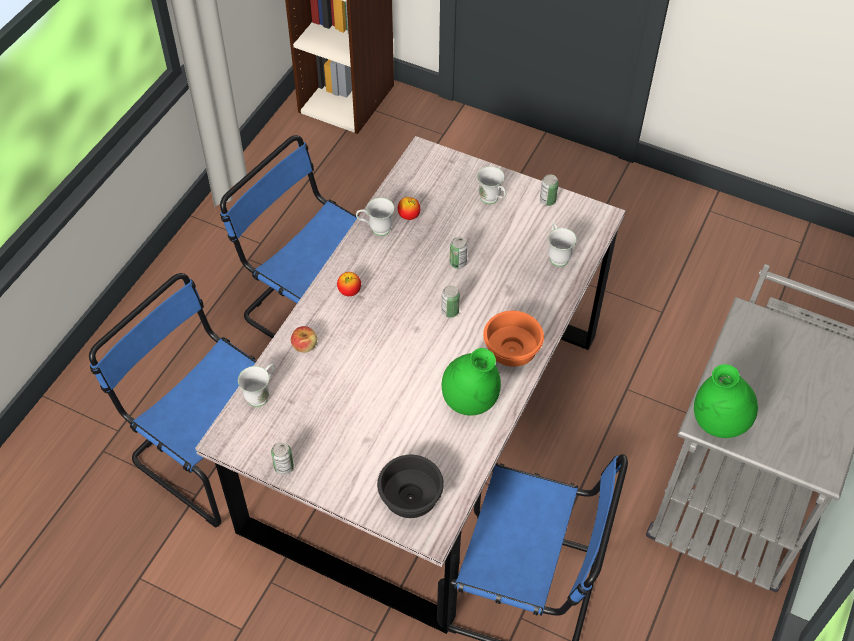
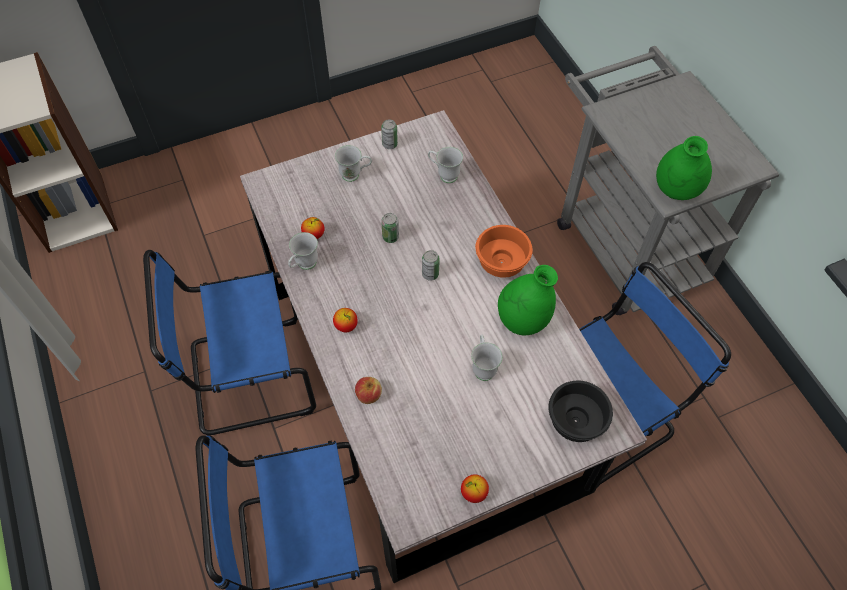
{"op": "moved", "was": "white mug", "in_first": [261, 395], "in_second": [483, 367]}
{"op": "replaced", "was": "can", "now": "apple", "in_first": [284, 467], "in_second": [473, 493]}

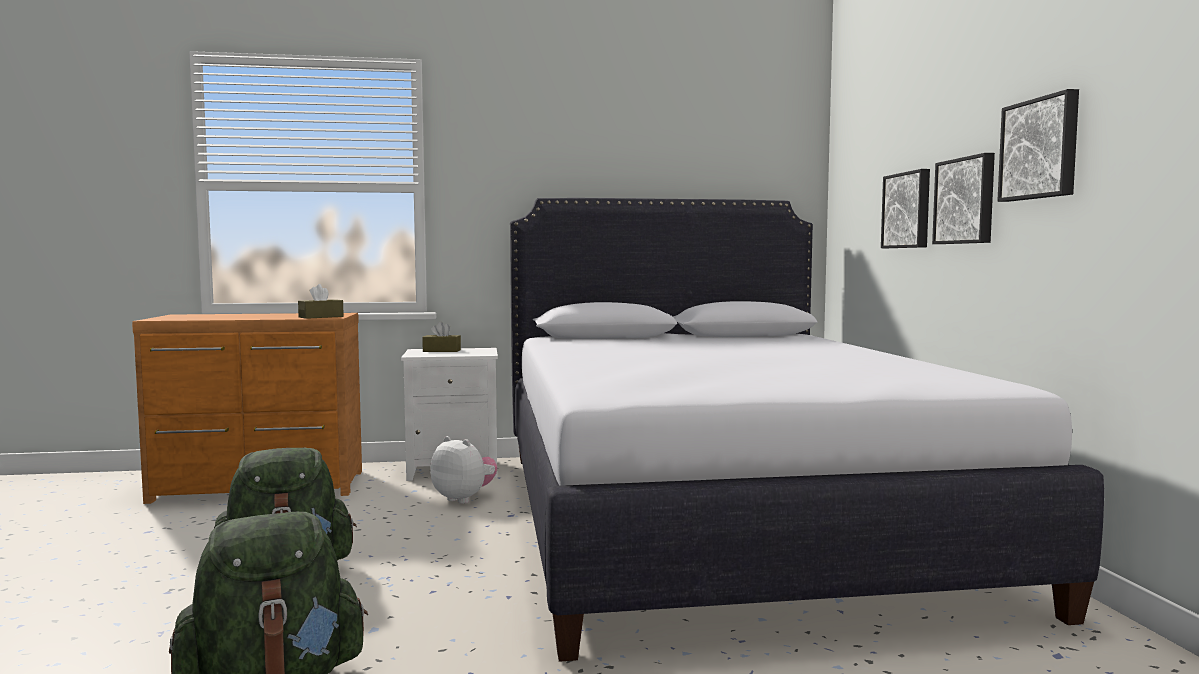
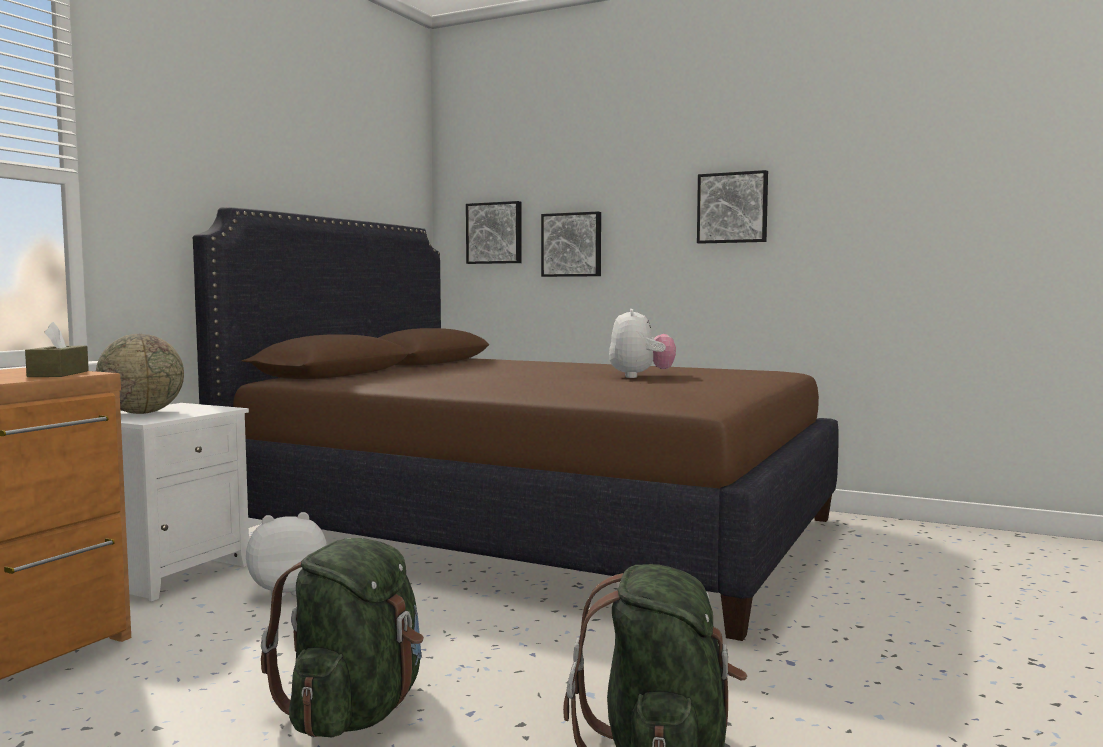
{"op": "added", "now": "plush toy", "in_second": [640, 376]}
{"op": "moved", "was": "picture", "in_first": [966, 201], "in_second": [495, 233]}
{"op": "replaced", "was": "brown tissue box", "now": "globe", "in_first": [441, 351], "in_second": [142, 413]}
{"op": "recoloured", "was": "white bed", "now": "brown bed", "in_first": [718, 518], "in_second": [536, 531]}

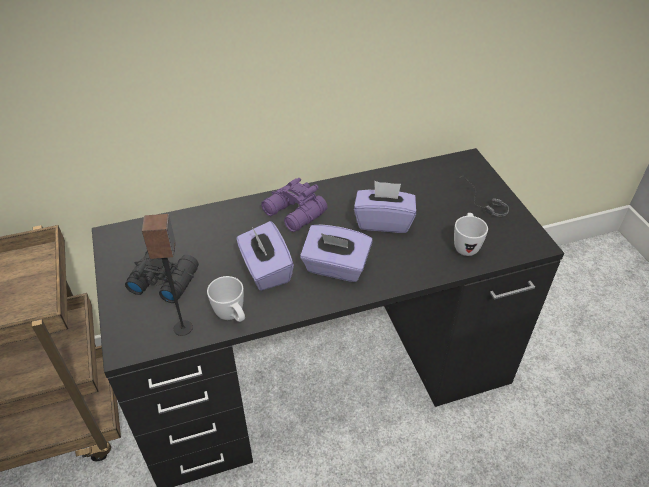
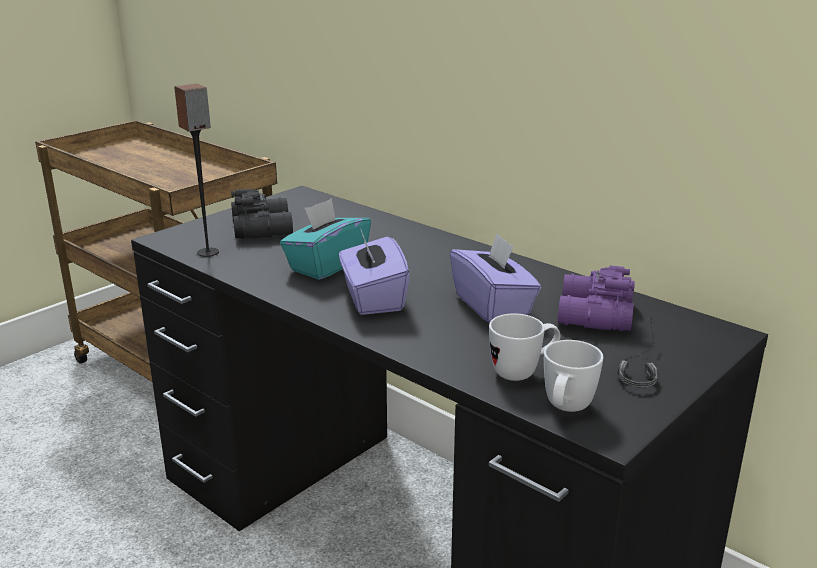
{"op": "moved", "was": "white mug", "in_first": [232, 316], "in_second": [565, 410]}
{"op": "moved", "was": "purple binoculars", "in_first": [294, 214], "in_second": [592, 315]}
{"op": "recoloured", "was": "purple tissue box", "now": "turquoise tissue box", "in_first": [265, 270], "in_second": [326, 265]}

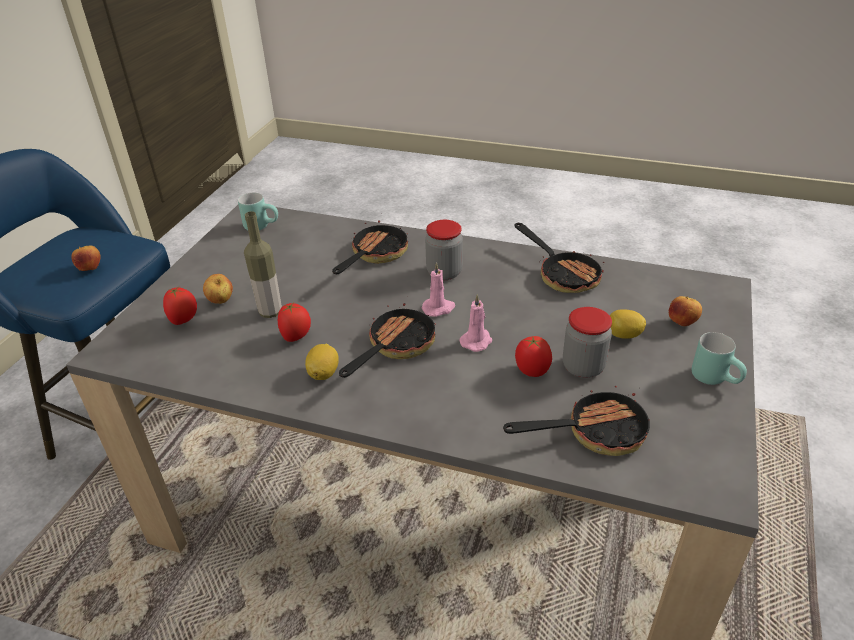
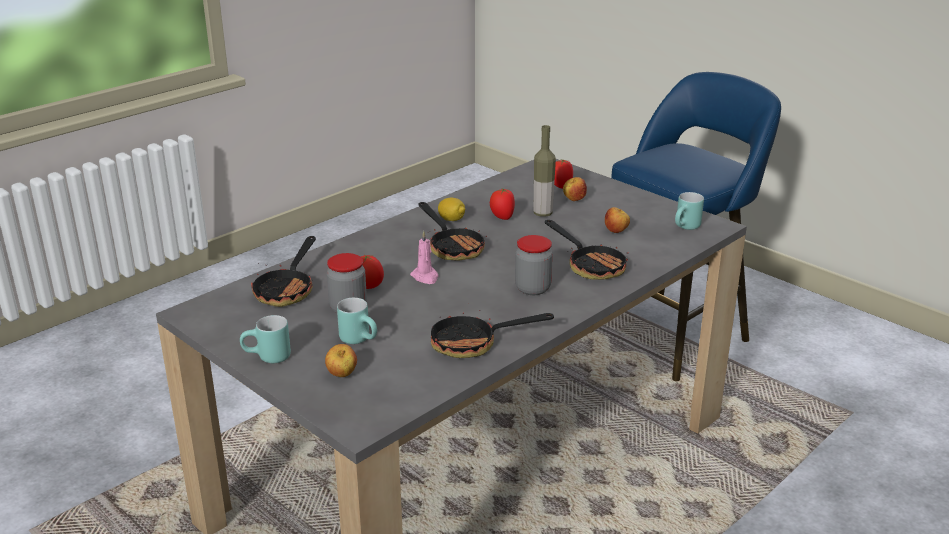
{"op": "removed", "was": "pink candle", "in_first": [439, 308]}
{"op": "moved", "was": "apple", "in_first": [90, 269], "in_second": [616, 231]}
{"op": "replaced", "was": "lemon", "now": "turquoise mug", "in_first": [623, 335], "in_second": [361, 339]}

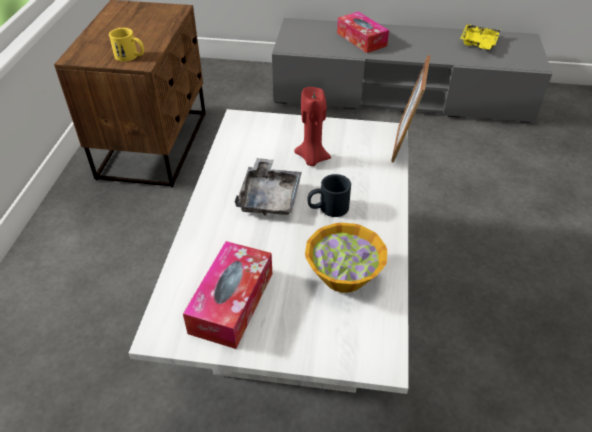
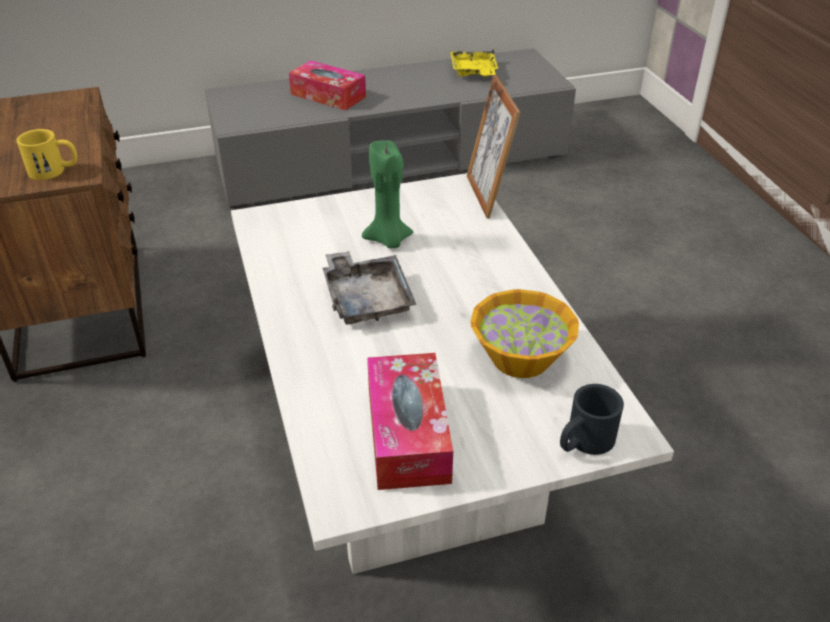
{"op": "moved", "was": "black mug", "in_first": [328, 208], "in_second": [583, 442]}
{"op": "recoloured", "was": "red candle", "now": "green candle", "in_first": [312, 159], "in_second": [388, 240]}

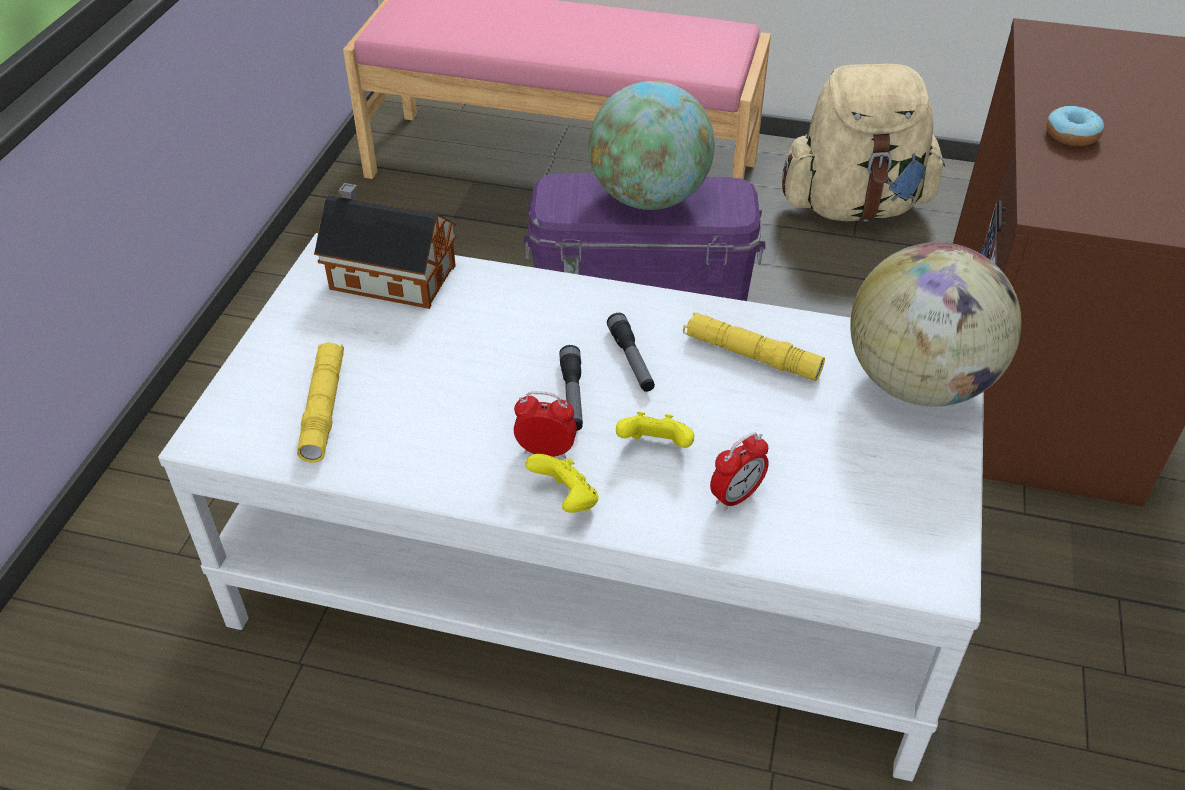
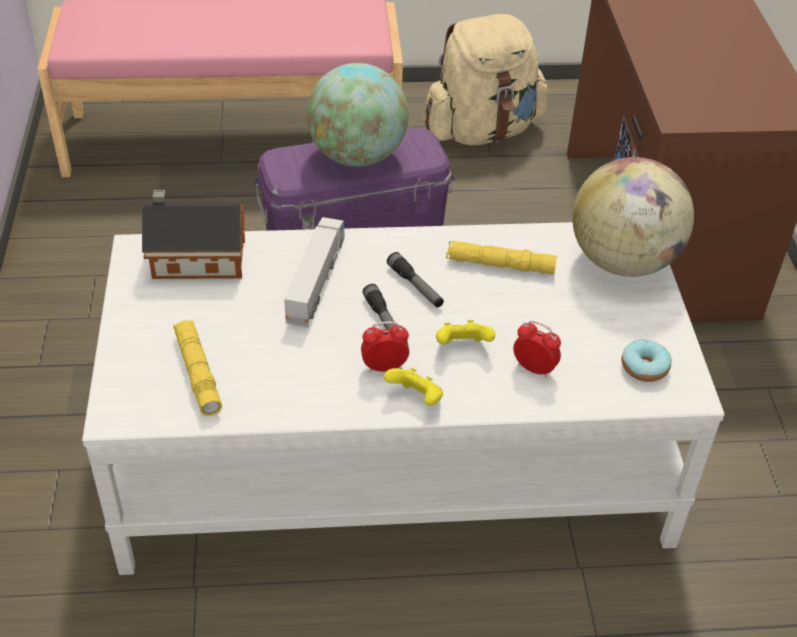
{"op": "added", "now": "toy truck", "in_second": [316, 281]}
{"op": "moved", "was": "donut", "in_first": [1071, 135], "in_second": [644, 367]}
{"op": "turned", "was": "alarm clock", "in_first": [736, 496], "in_second": [534, 368], "clockwise": -90}

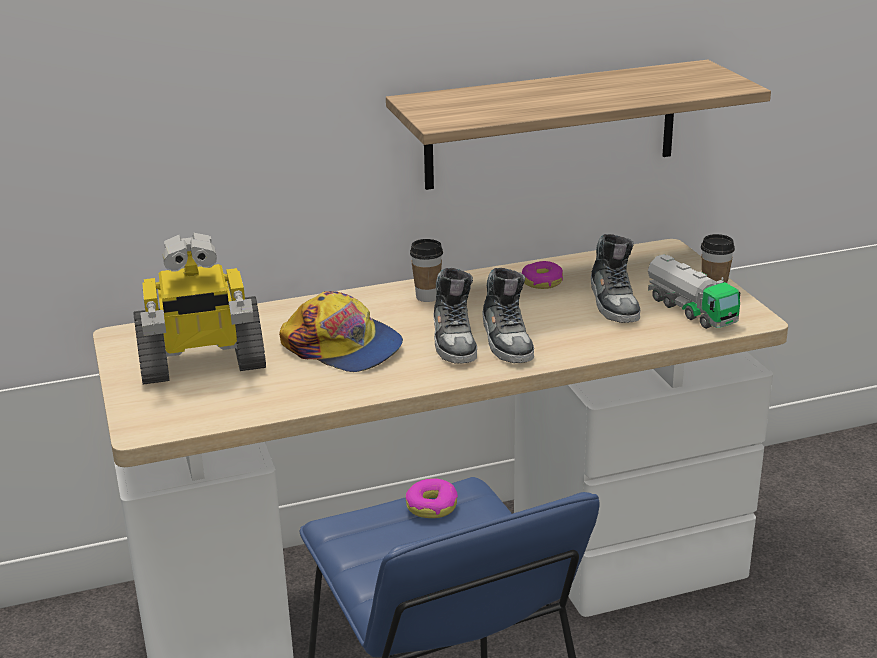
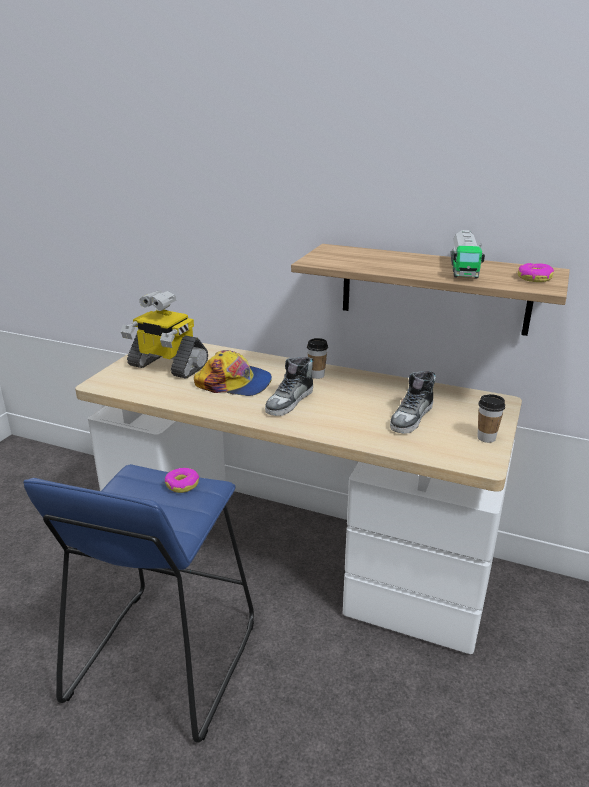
{"op": "removed", "was": "shoe", "in_first": [507, 340]}
{"op": "moved", "was": "donut", "in_first": [542, 282], "in_second": [534, 278]}
{"op": "moved", "was": "toy truck", "in_first": [690, 310], "in_second": [463, 269]}
{"op": "turned", "was": "cap", "in_first": [343, 347], "in_second": [234, 383], "clockwise": -60}

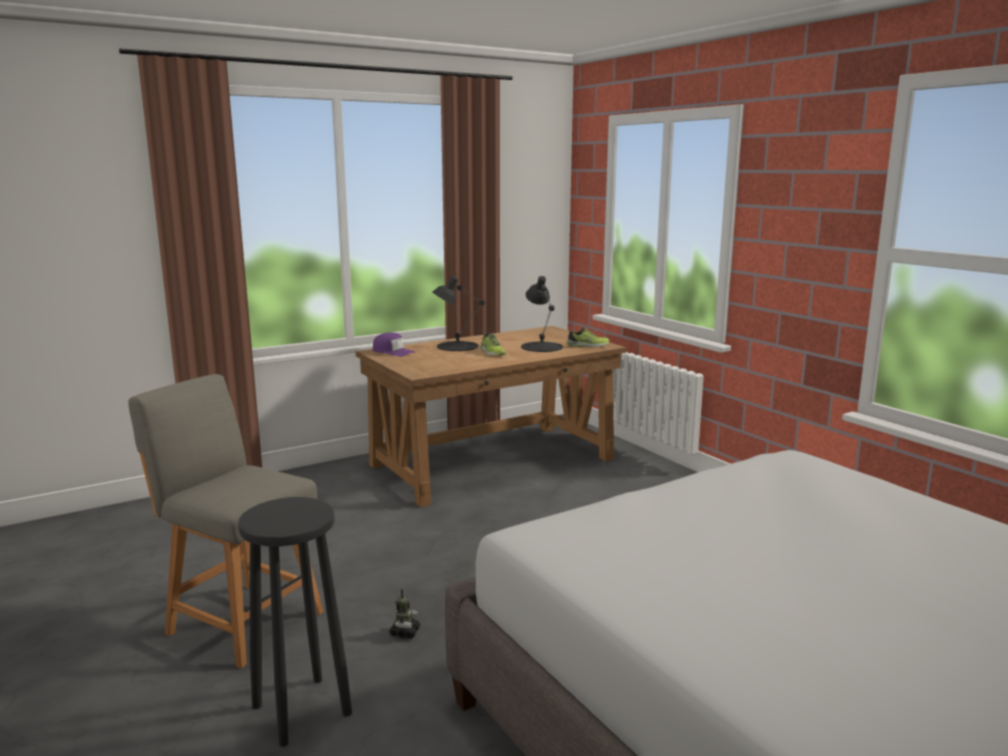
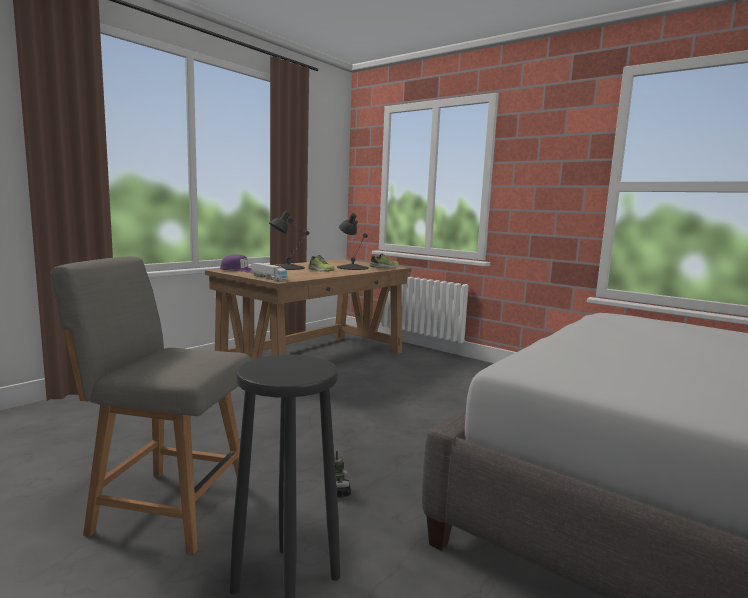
{"op": "added", "now": "toy truck", "in_second": [268, 278]}

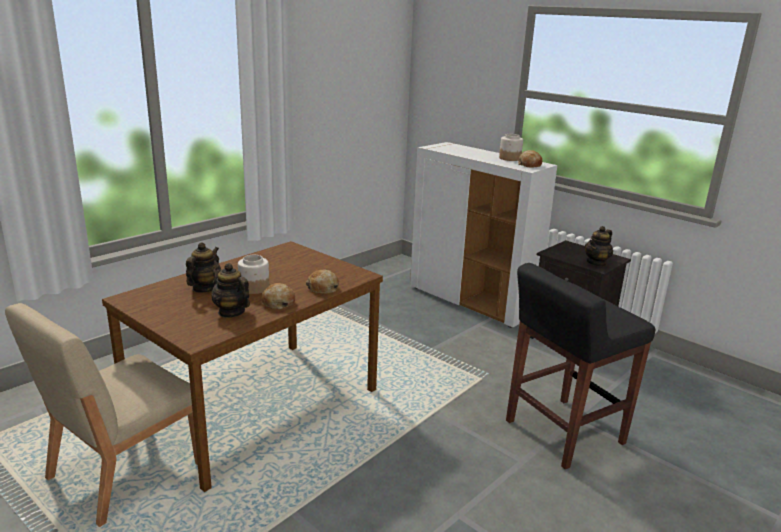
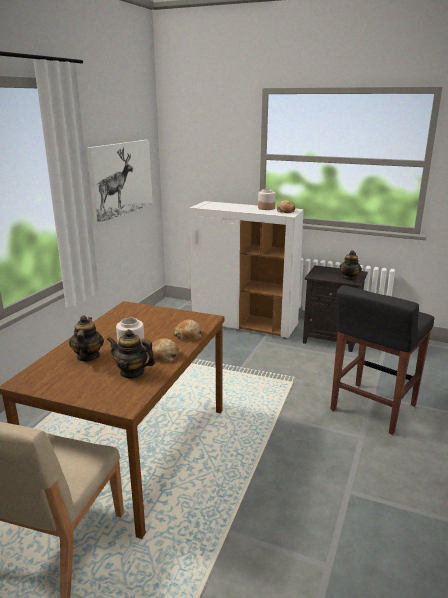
{"op": "added", "now": "picture", "in_second": [121, 179]}

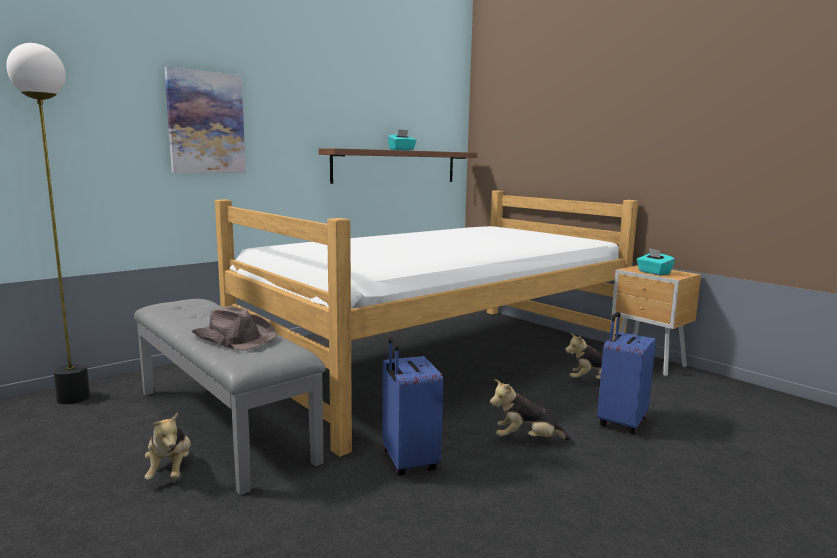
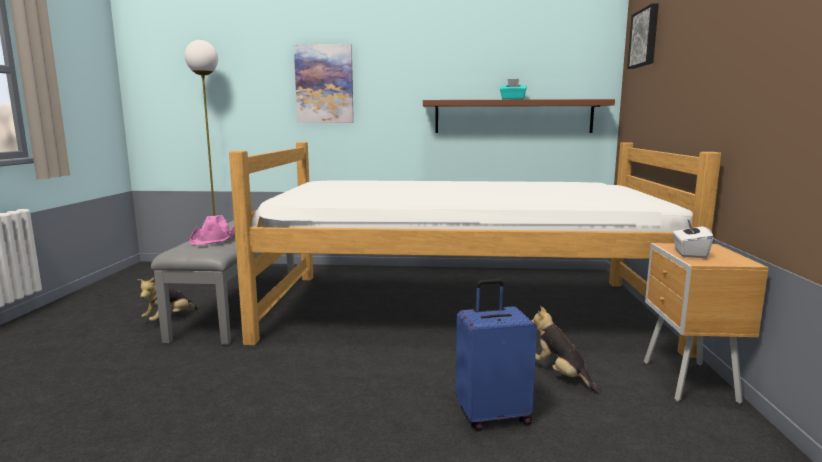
{"op": "removed", "was": "blue suitcase", "in_first": [407, 462]}
{"op": "removed", "was": "plush toy", "in_first": [526, 440]}
{"op": "added", "now": "picture", "in_second": [645, 38]}
{"op": "recoloured", "was": "brown hat", "now": "pink hat", "in_first": [234, 338], "in_second": [216, 238]}
{"op": "recoloured", "was": "turquoise tissue box", "now": "white tissue box", "in_first": [653, 273], "in_second": [689, 253]}

